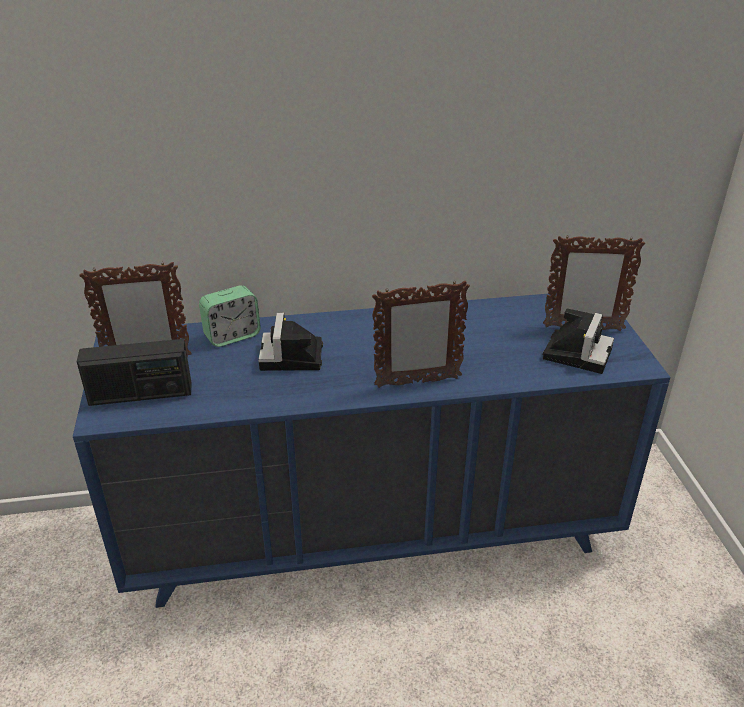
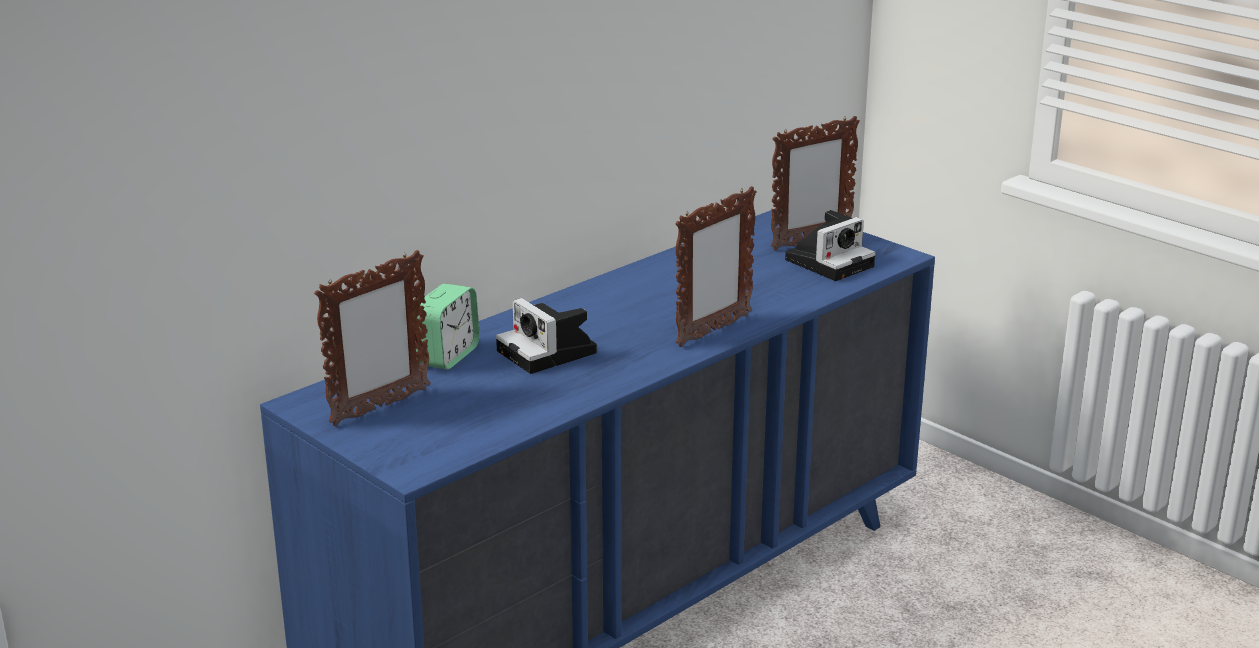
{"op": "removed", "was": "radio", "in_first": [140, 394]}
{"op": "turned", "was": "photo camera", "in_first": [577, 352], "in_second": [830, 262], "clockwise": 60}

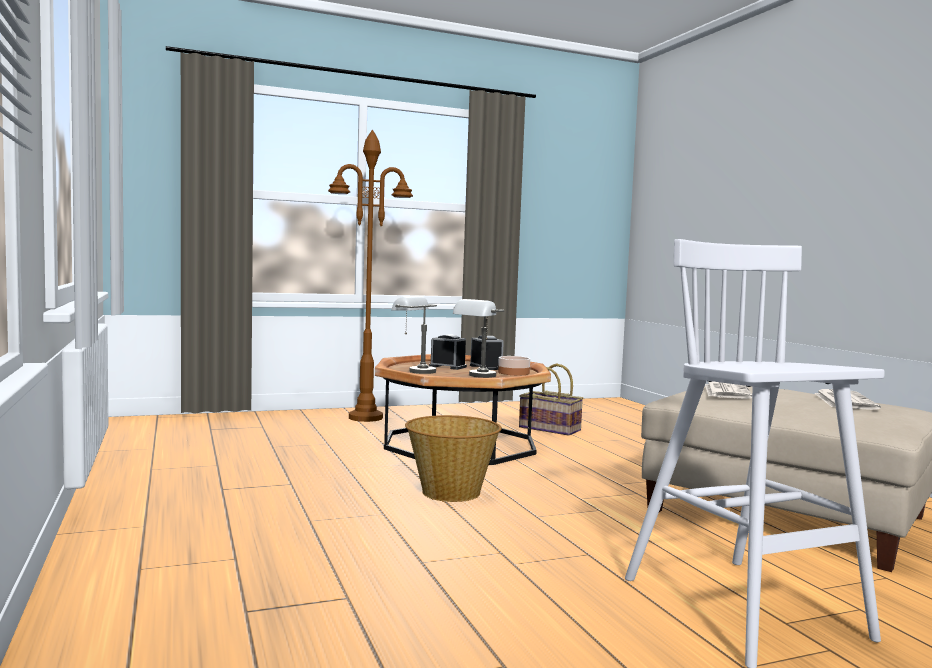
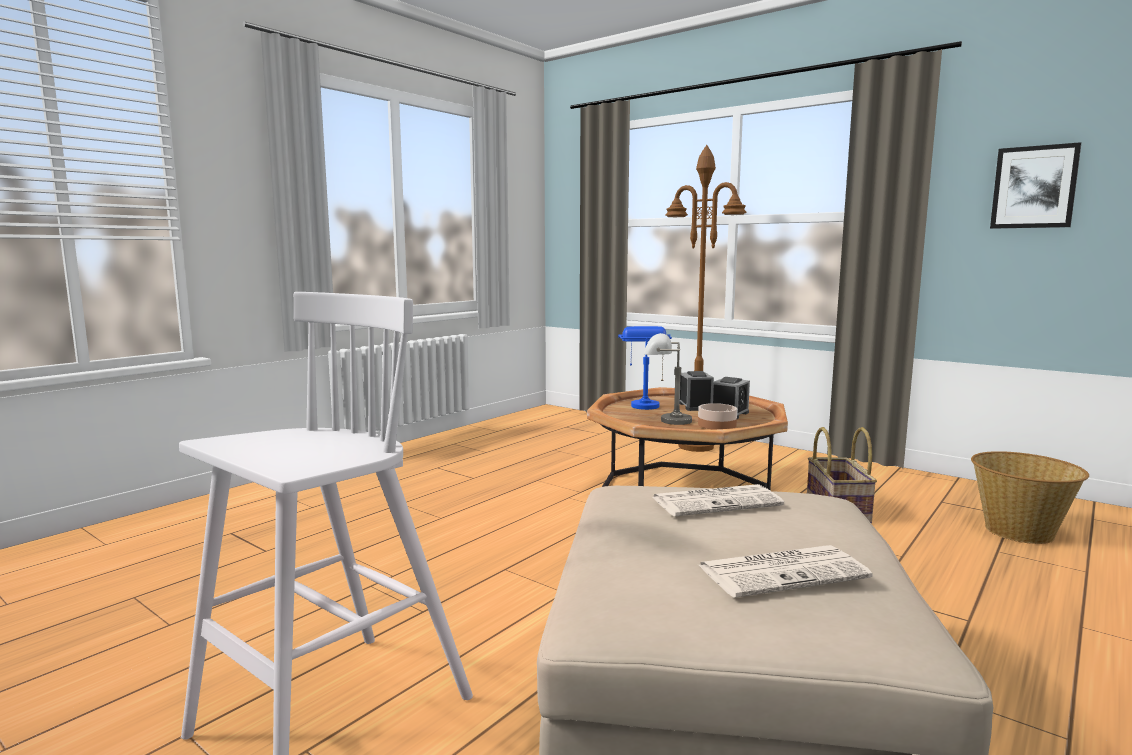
{"op": "added", "now": "picture", "in_second": [1034, 187]}
{"op": "moved", "was": "basket", "in_first": [451, 492], "in_second": [1019, 531]}
{"op": "recoloured", "was": "grey table lamp", "now": "blue table lamp", "in_first": [414, 371], "in_second": [642, 404]}

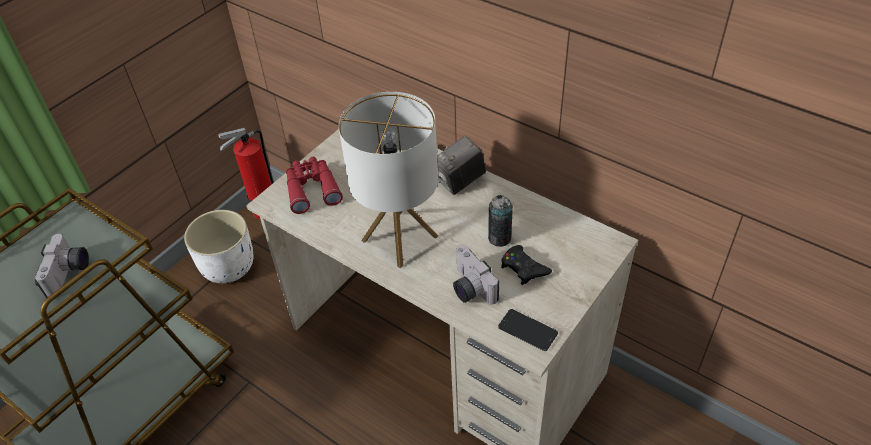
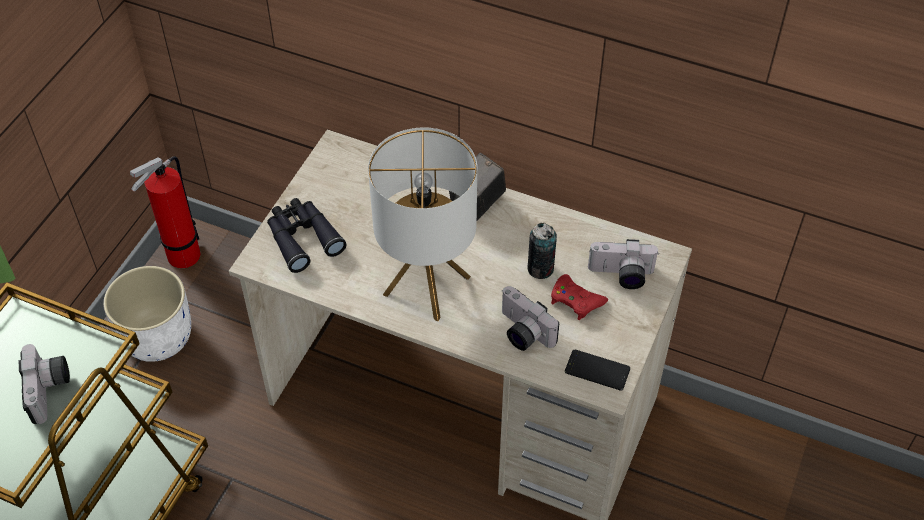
{"op": "added", "now": "photo camera", "in_second": [621, 276]}
{"op": "recoloured", "was": "red binoculars", "now": "black binoculars", "in_first": [312, 188], "in_second": [302, 238]}
{"op": "recoloured", "was": "black game controller", "now": "red game controller", "in_first": [523, 268], "in_second": [576, 300]}

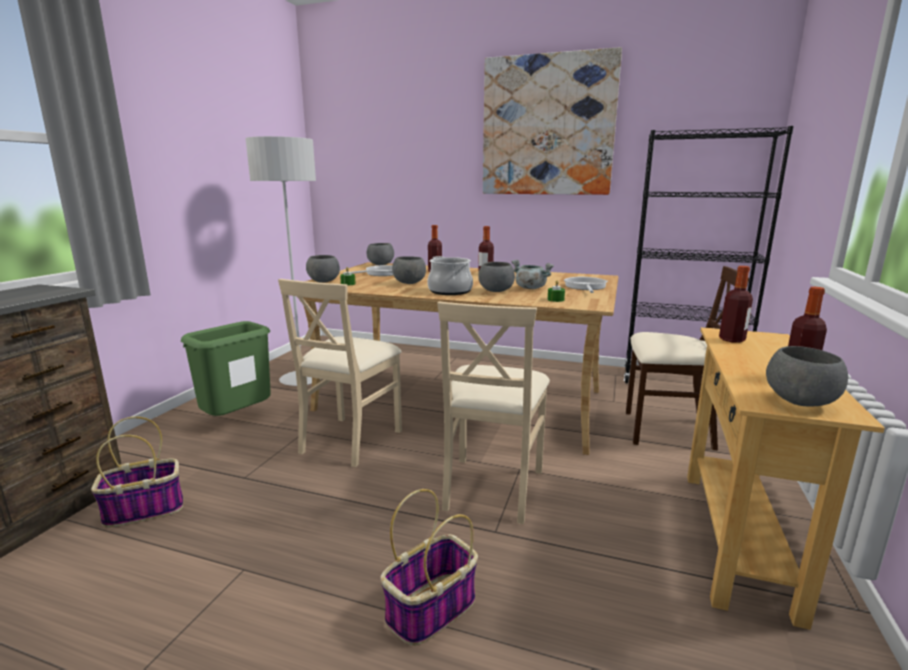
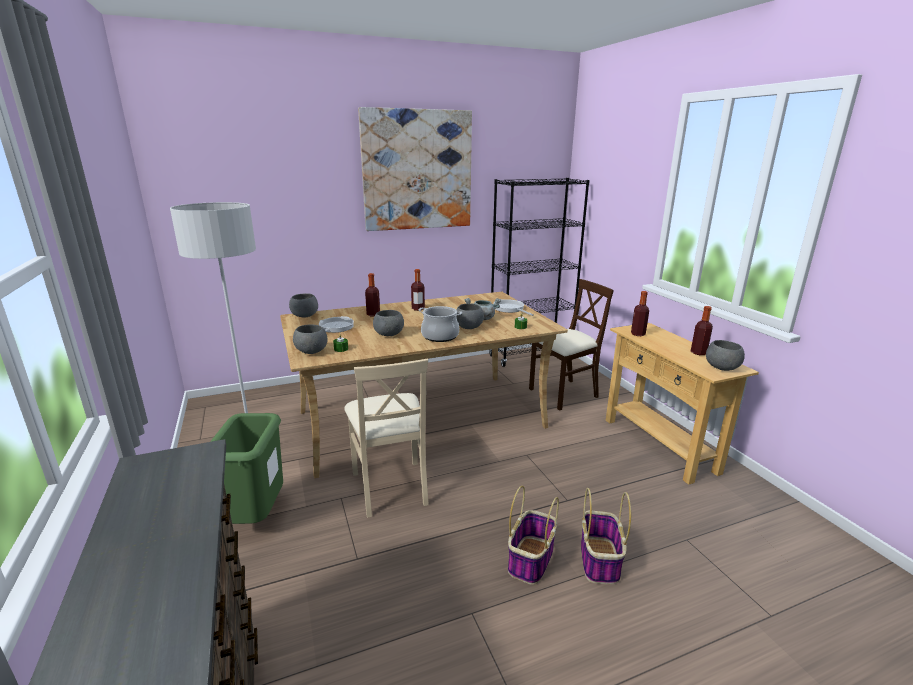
{"op": "removed", "was": "beige chair", "in_first": [492, 487]}
{"op": "moved", "was": "basket", "in_first": [146, 509], "in_second": [531, 559]}

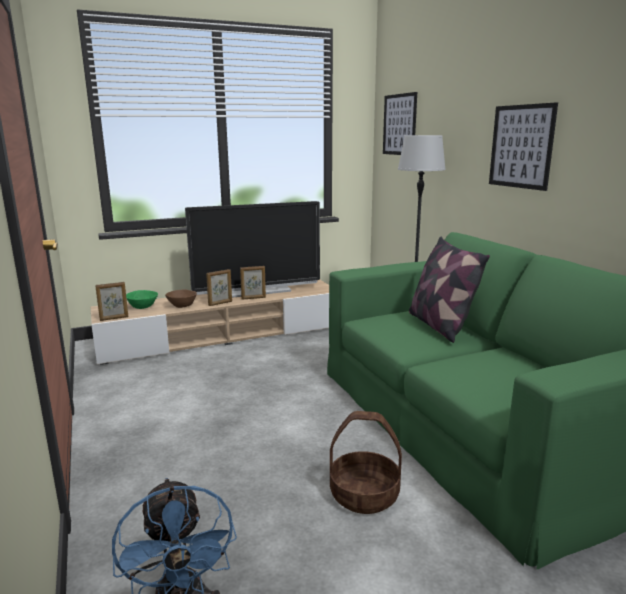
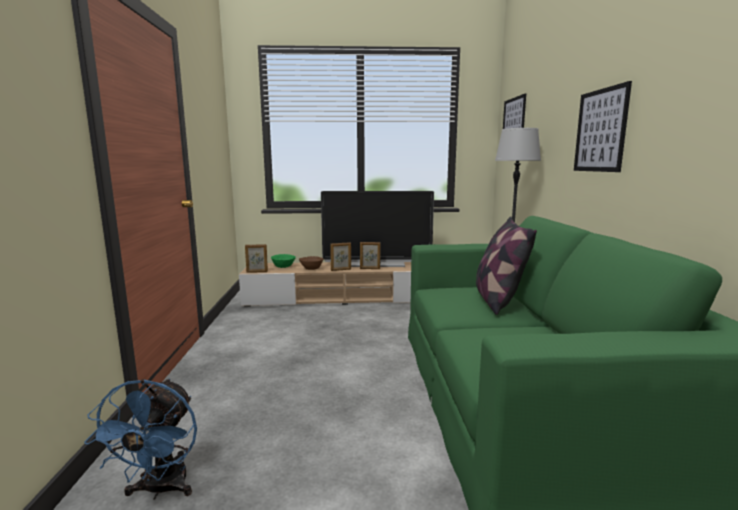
{"op": "removed", "was": "basket", "in_first": [363, 495]}

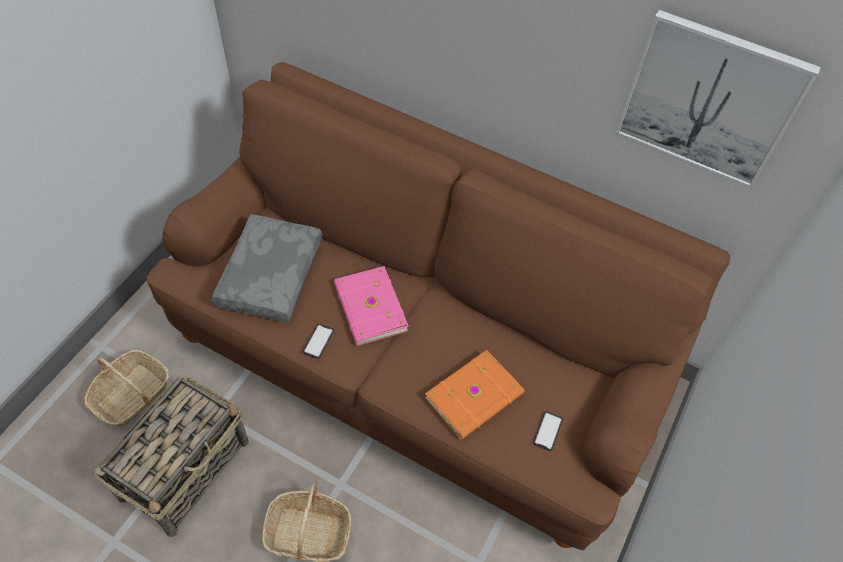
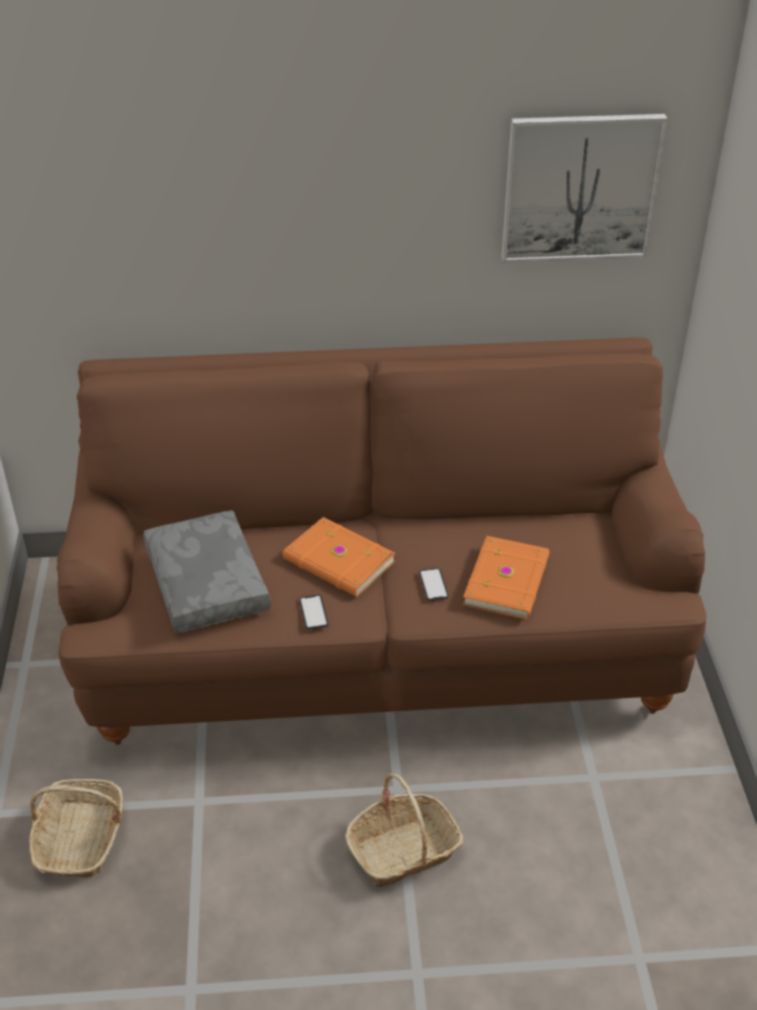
{"op": "removed", "was": "basket", "in_first": [186, 468]}
{"op": "moved", "was": "phone", "in_first": [547, 431], "in_second": [433, 585]}
{"op": "recoloured", "was": "pink book", "now": "orange book", "in_first": [369, 308], "in_second": [338, 562]}

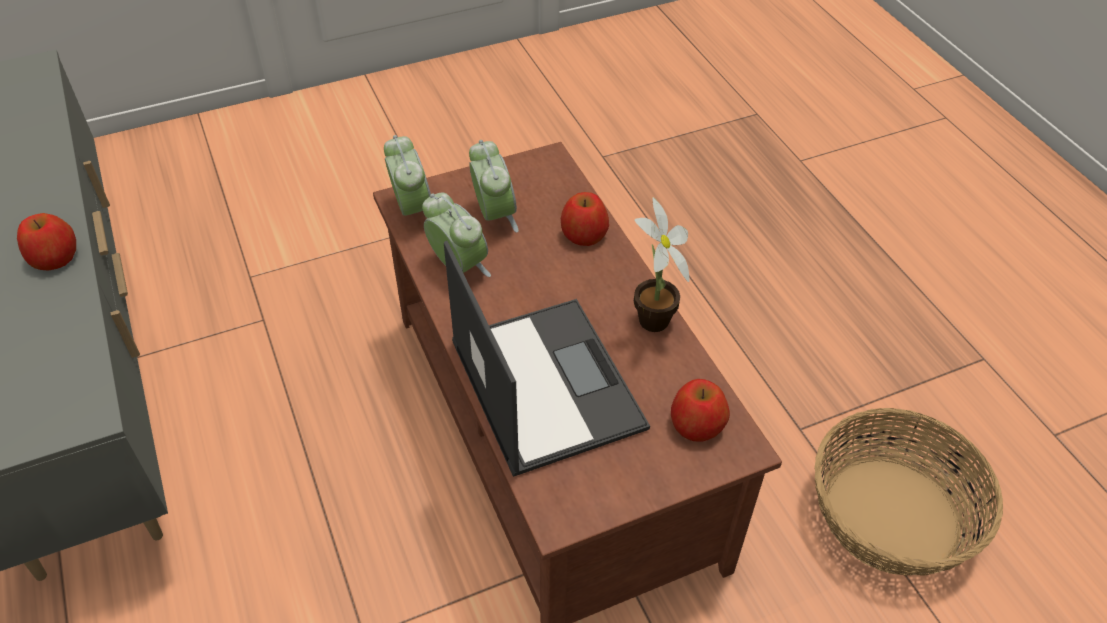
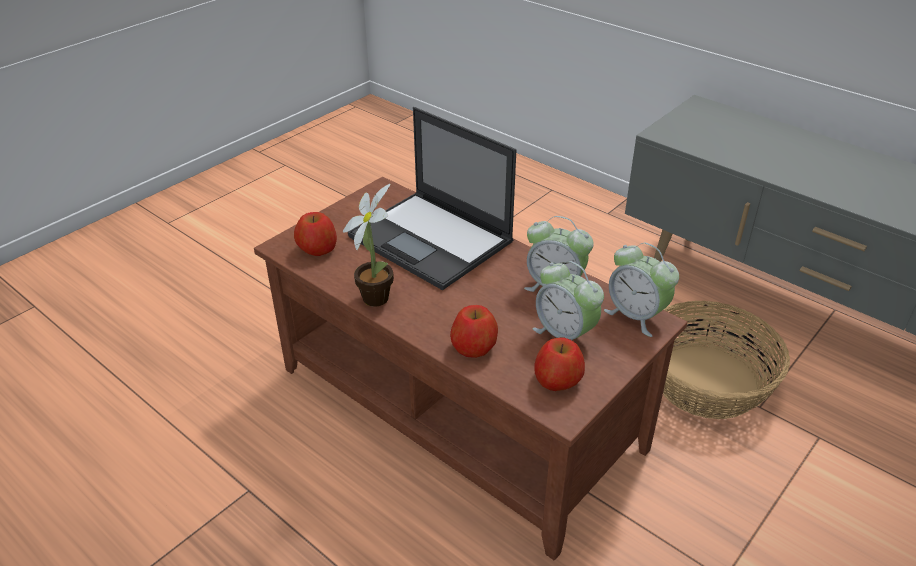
{"op": "moved", "was": "apple", "in_first": [54, 257], "in_second": [557, 380]}
{"op": "moved", "was": "basket", "in_first": [891, 514], "in_second": [706, 382]}

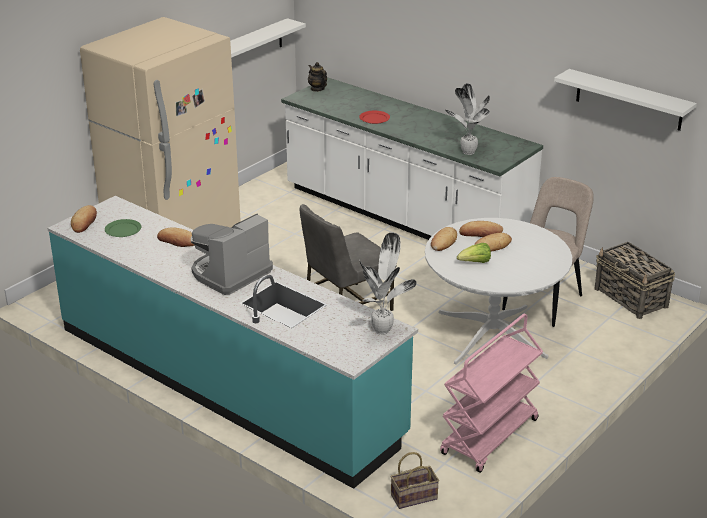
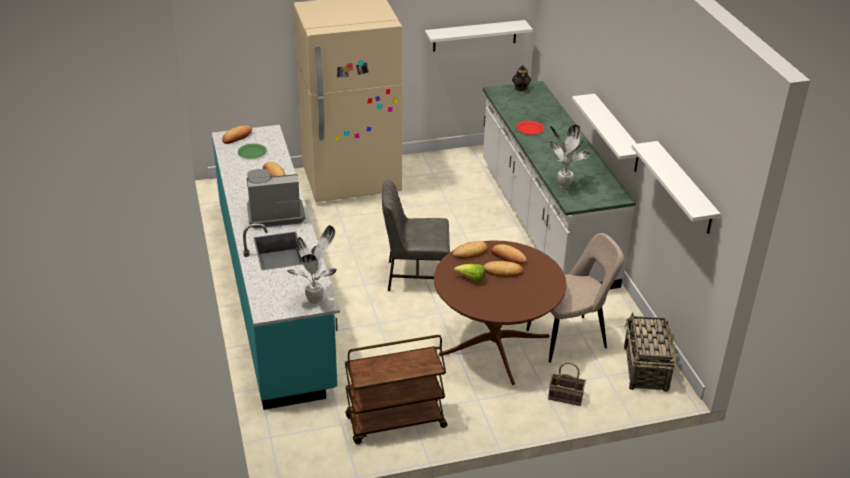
{"op": "added", "now": "white shelf", "in_second": [617, 134]}
{"op": "moved", "was": "basket", "in_first": [414, 496], "in_second": [566, 396]}
{"op": "recoloured", "was": "white dining table", "now": "brown dining table", "in_first": [492, 334], "in_second": [495, 346]}
{"op": "recoloured", "was": "pink cart", "now": "brown cart", "in_first": [490, 437], "in_second": [395, 423]}

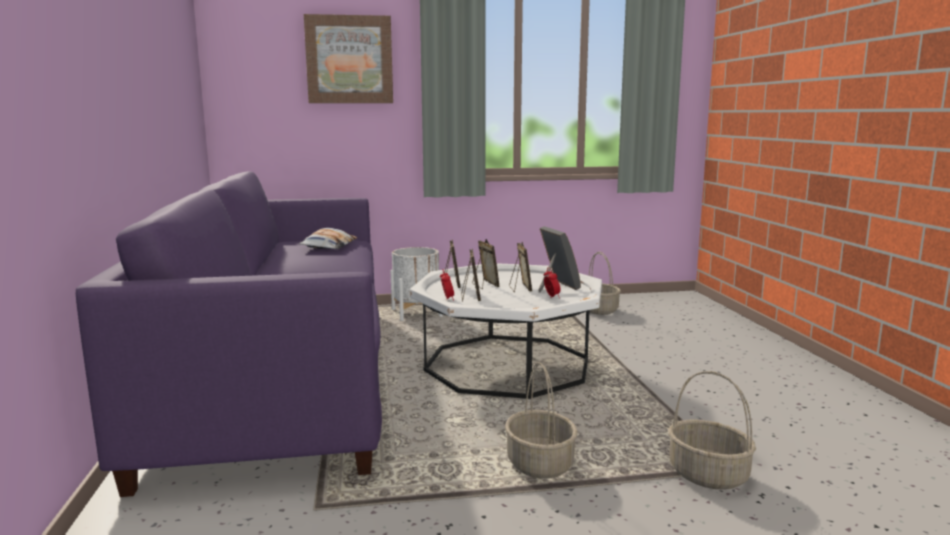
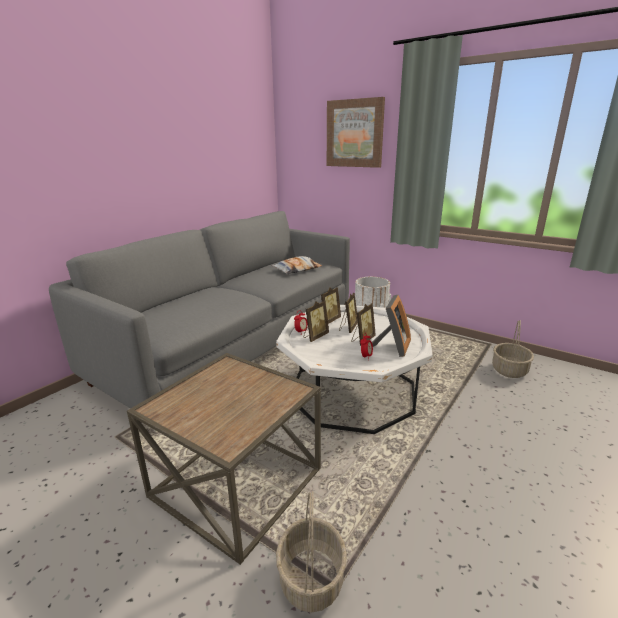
{"op": "replaced", "was": "basket", "now": "brown side table", "in_first": [539, 463], "in_second": [236, 481]}
{"op": "recoloured", "was": "purple sofa", "now": "grey sofa", "in_first": [283, 377], "in_second": [235, 345]}

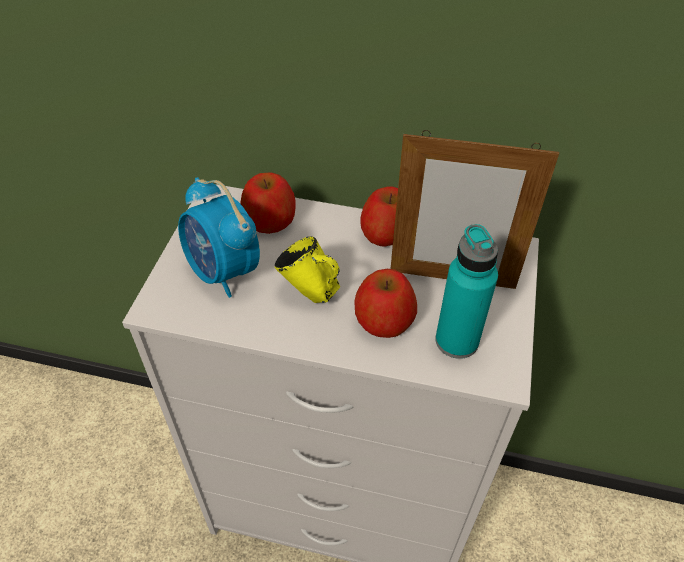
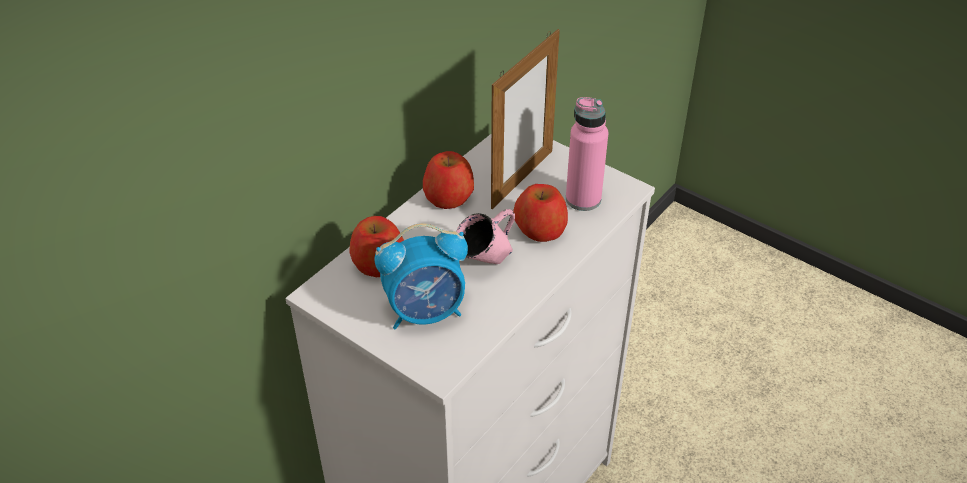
{"op": "recoloured", "was": "yellow mug", "now": "pink mug", "in_first": [310, 293], "in_second": [486, 263]}
{"op": "recoloured", "was": "turquoise bottle", "now": "pink bottle", "in_first": [456, 341], "in_second": [583, 199]}

